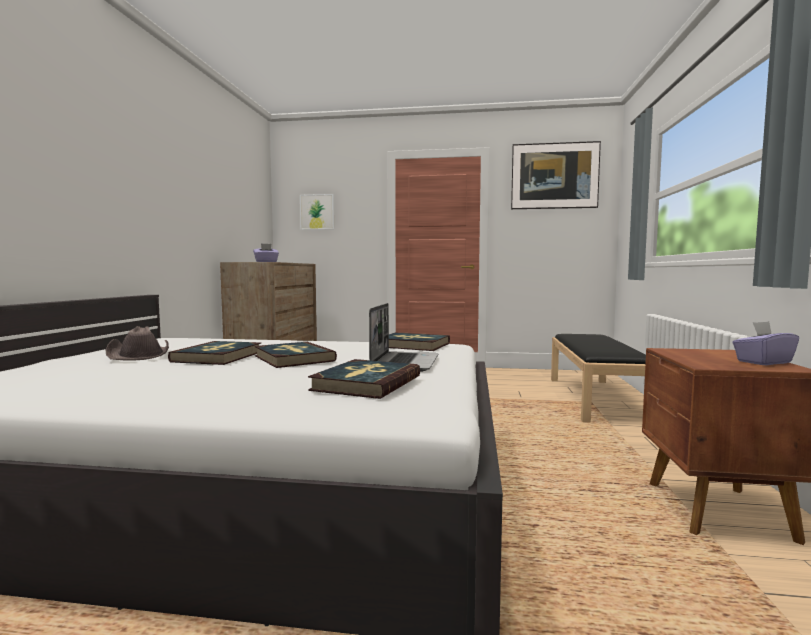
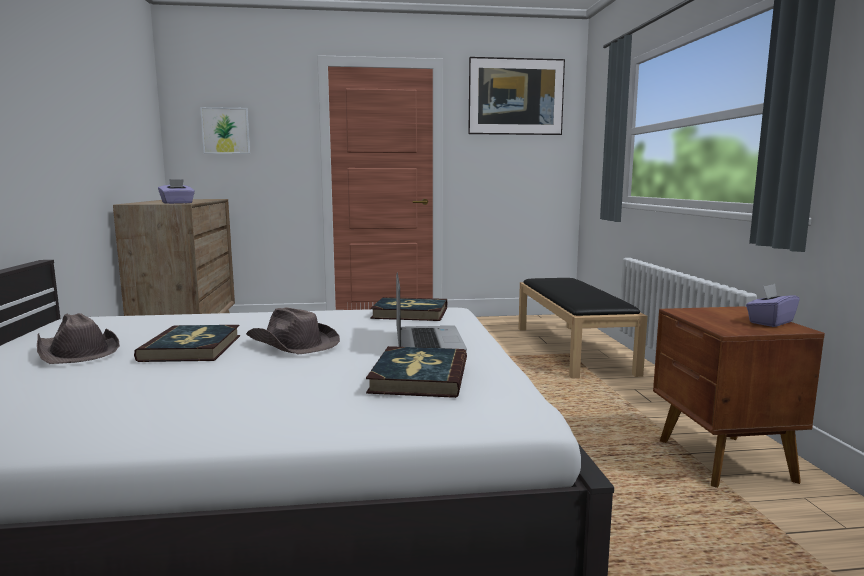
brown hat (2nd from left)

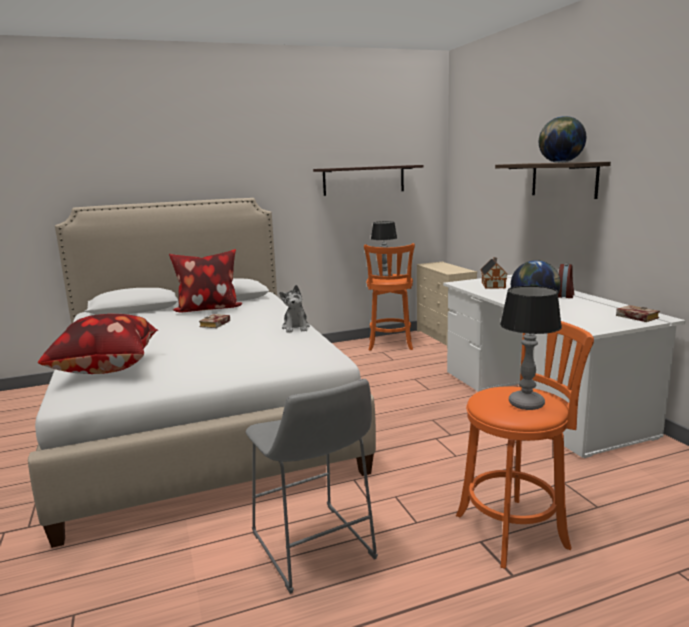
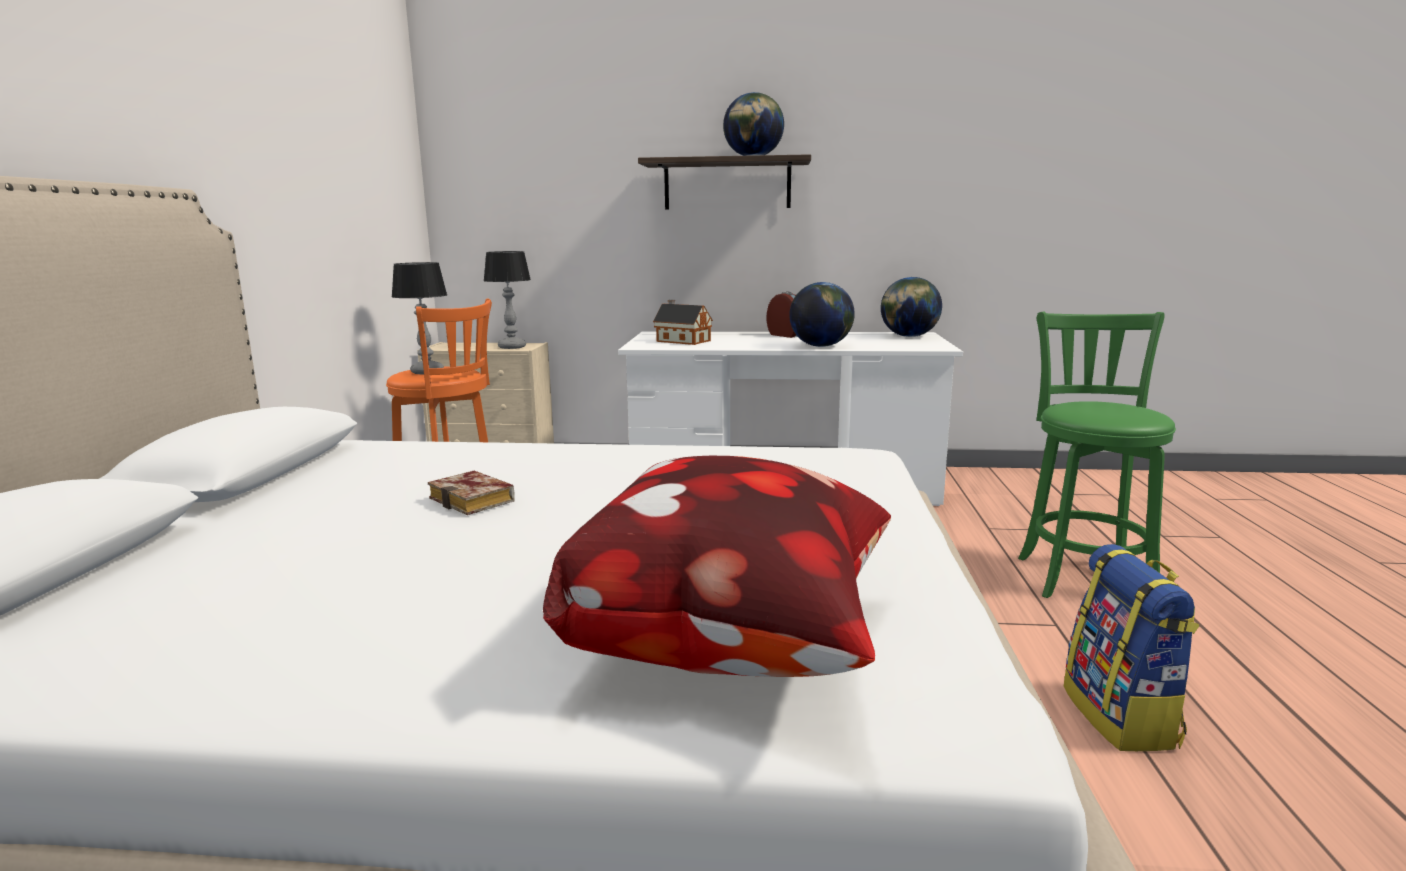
shelf (1st from left in the first image)
cushion (2nd from left in the first image)
cuddly toy
tabletop lamp (2nd from left)
desk globe (3rd from left)
greenish stool seat
knapsack

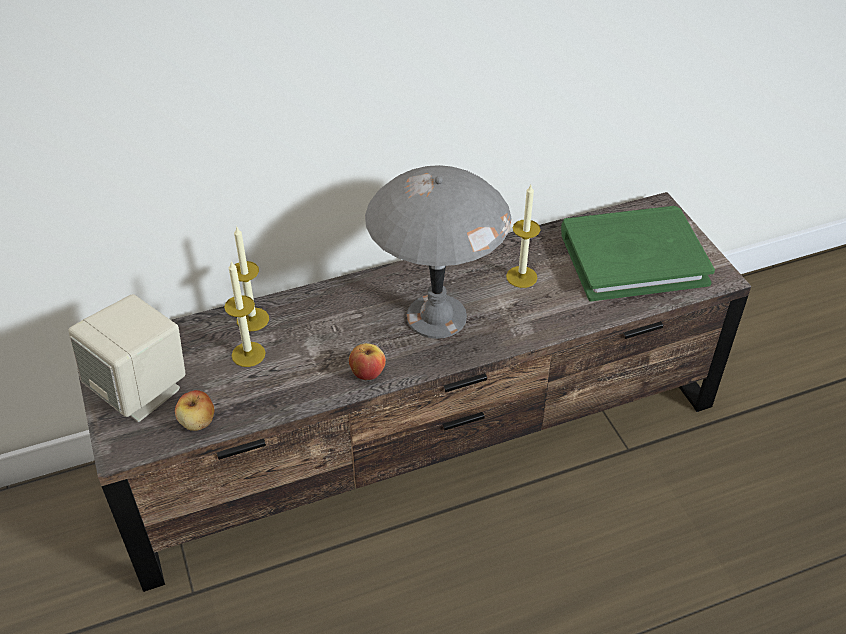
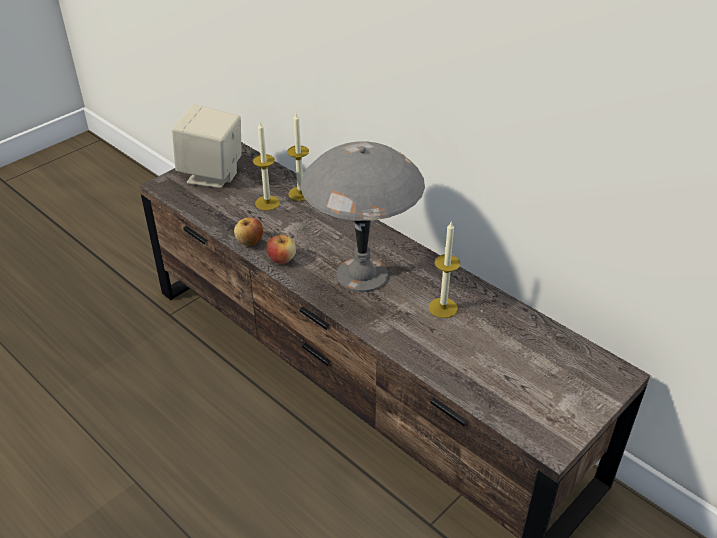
greenish book
apple fruit (1st from left)

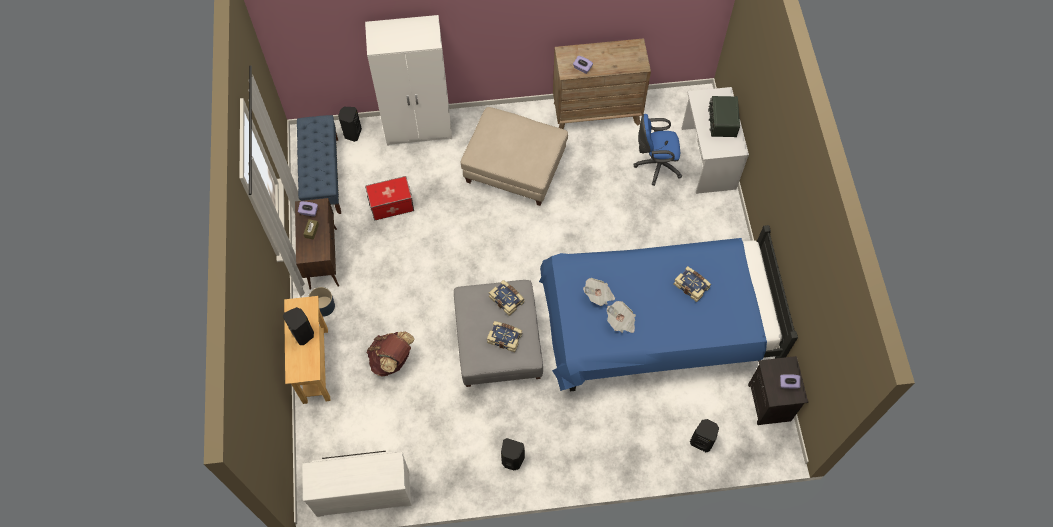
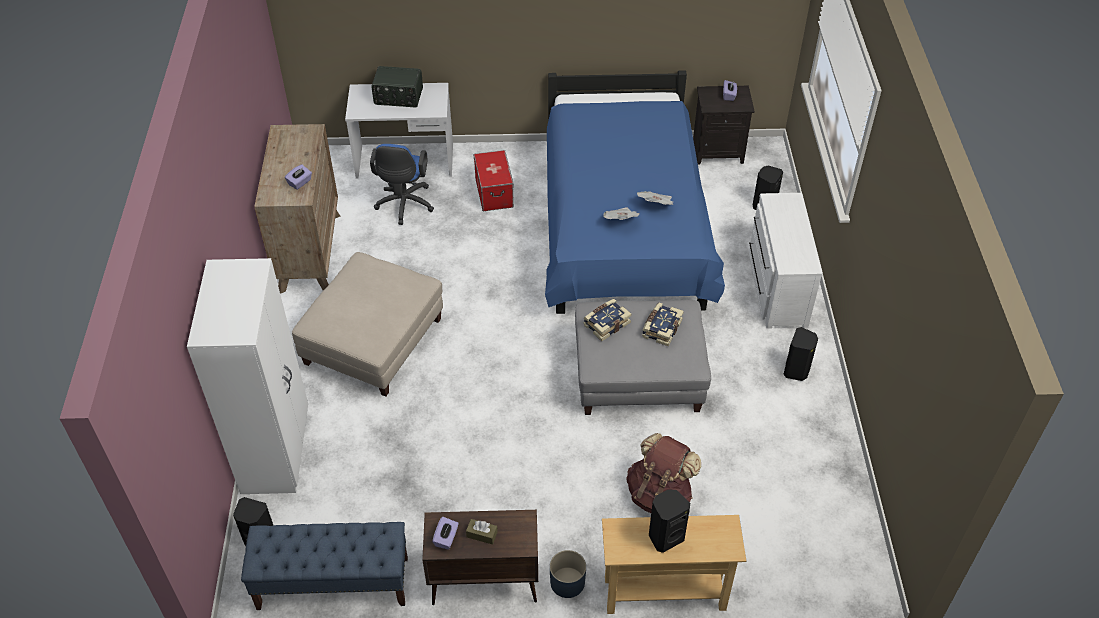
storage box
book (3rd from left in the first image)
white drawer chest

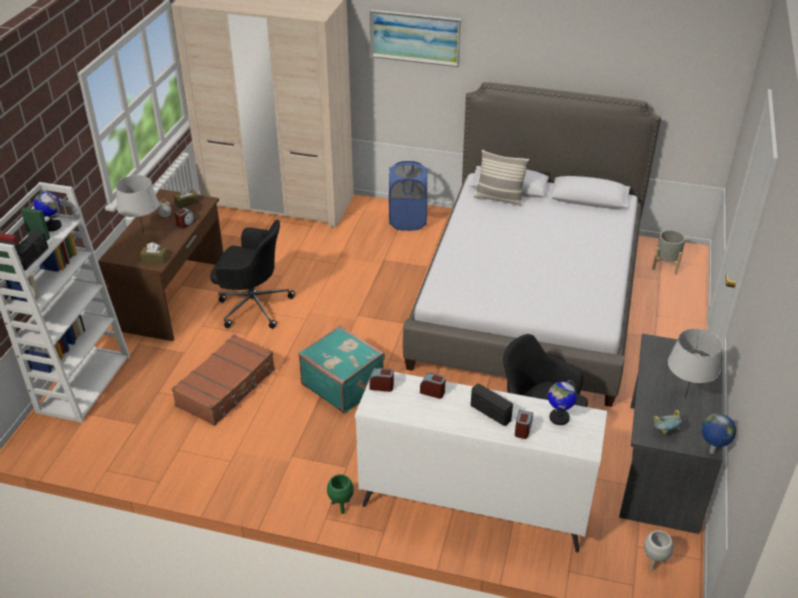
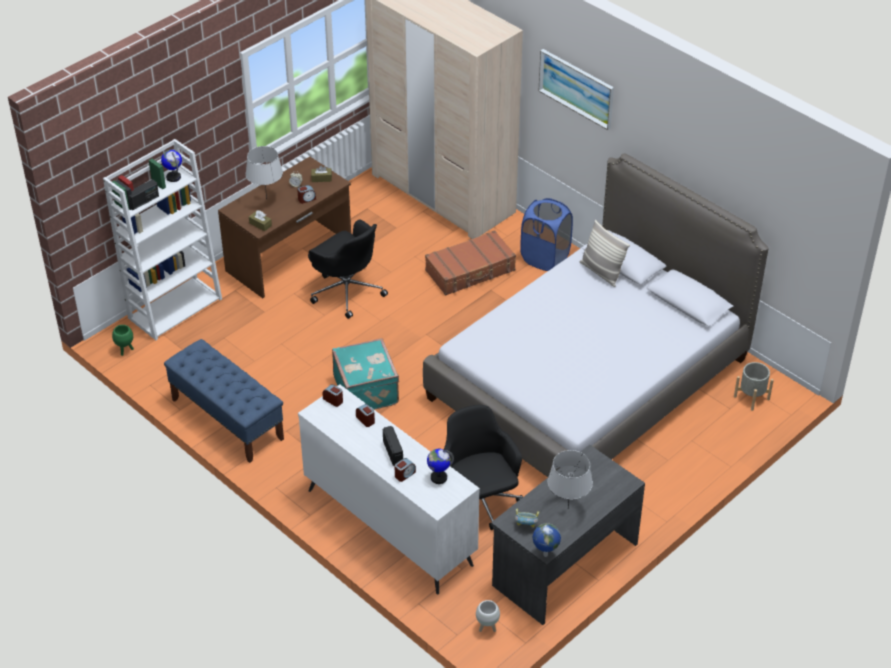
brown travel case
greenish planter
bluish bench

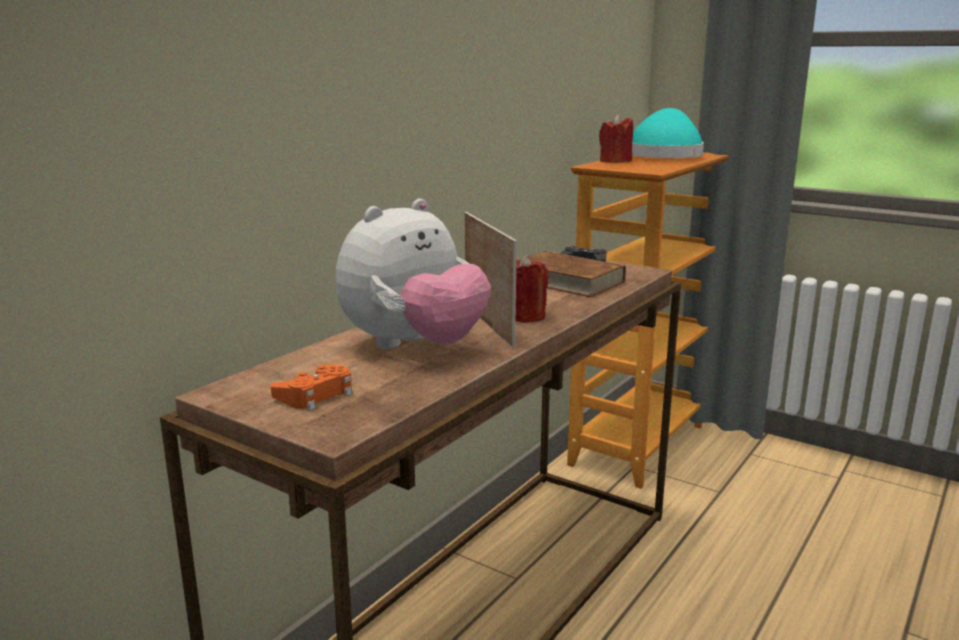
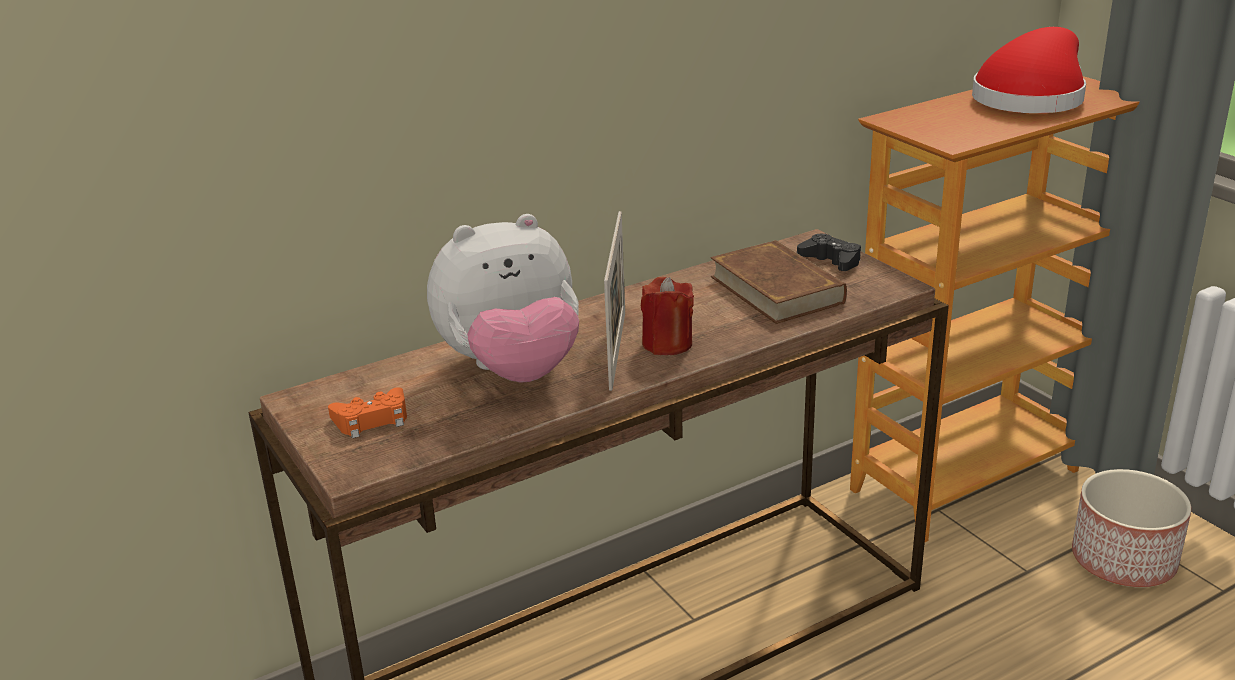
red-coloured hat
red-coloured wax candle (2nd from left in the first image)
planter

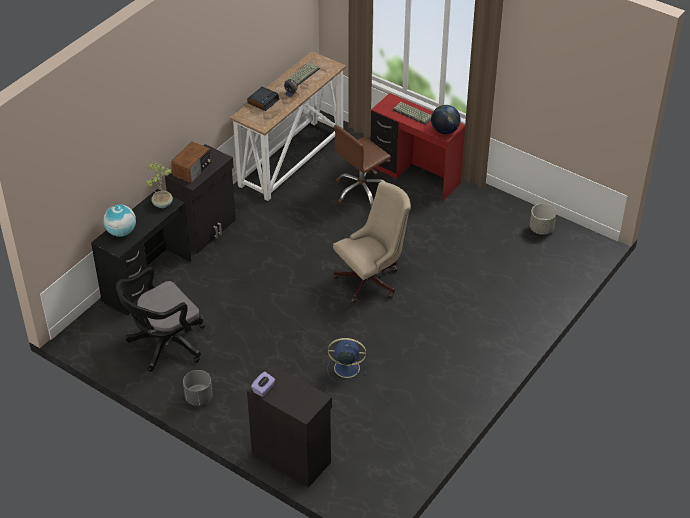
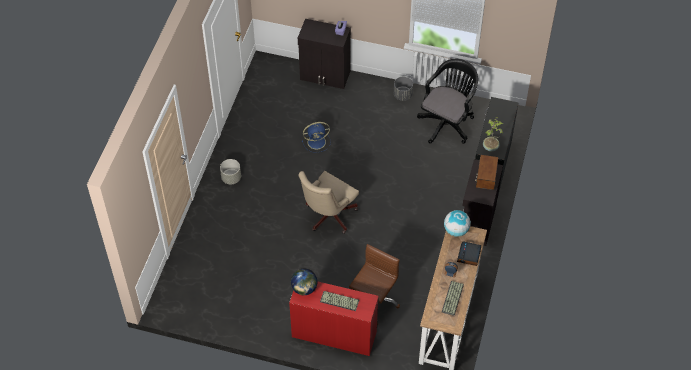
desk globe (2nd from left)
greyish planter (1st from left)

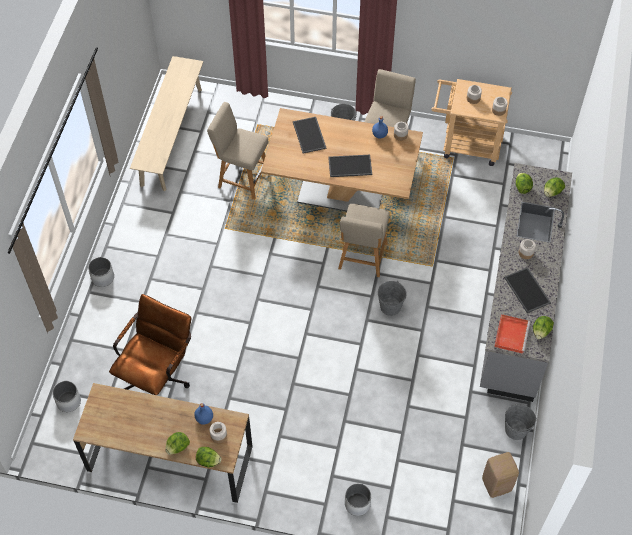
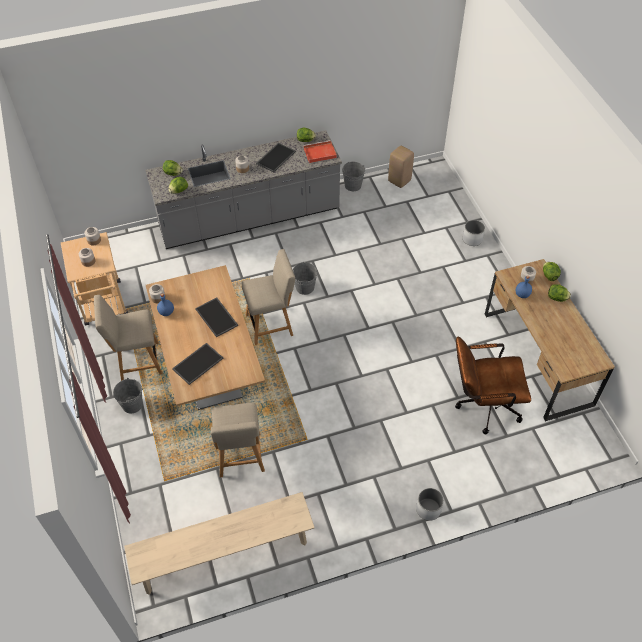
white planter (1st from left in the first image)

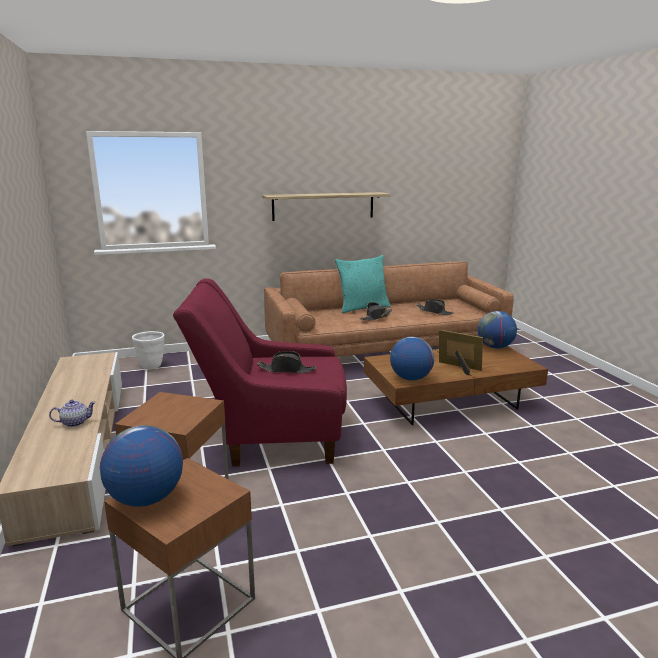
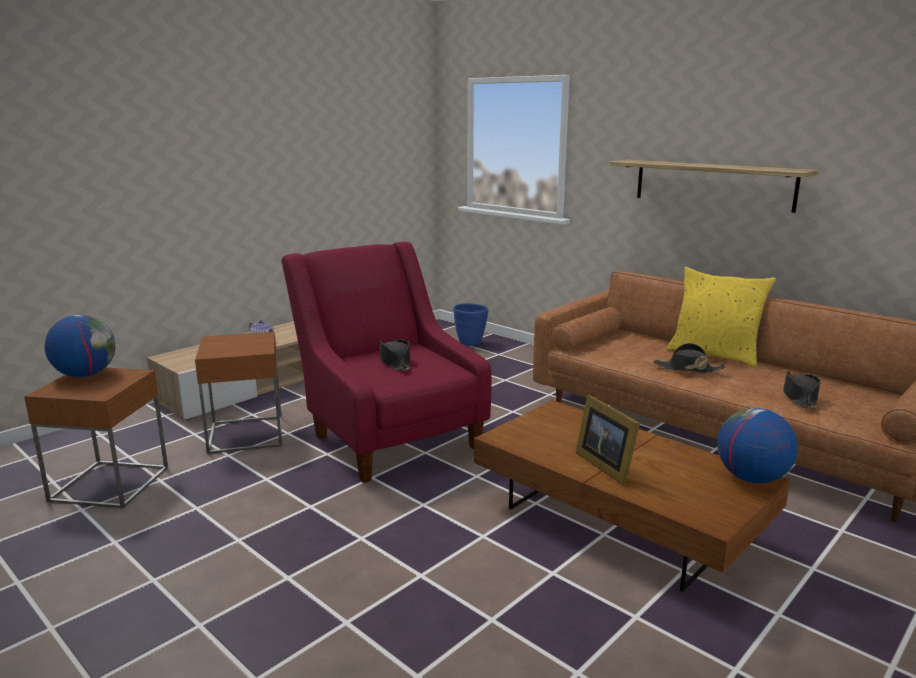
yellow cushion
picture frame
bluish planter
desk globe (2nd from left in the first image)

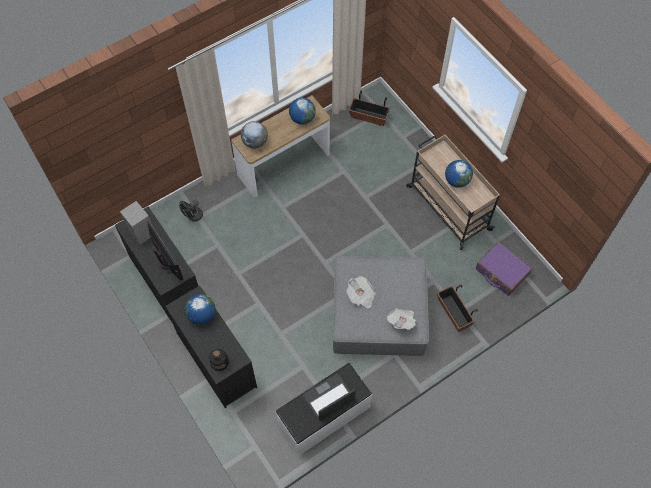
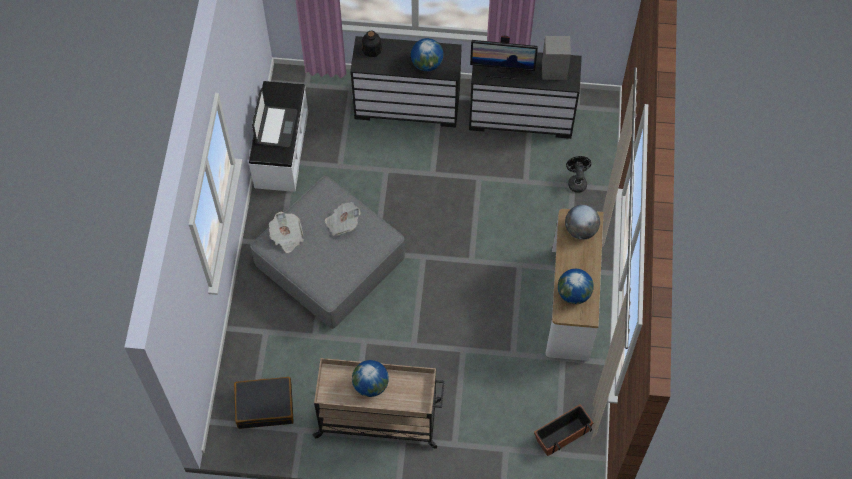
black-coloured travel case
planter (2nd from left in the first image)

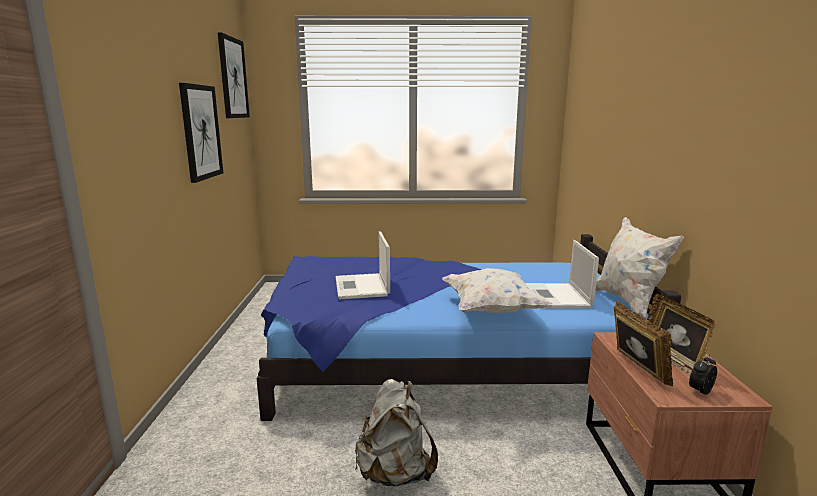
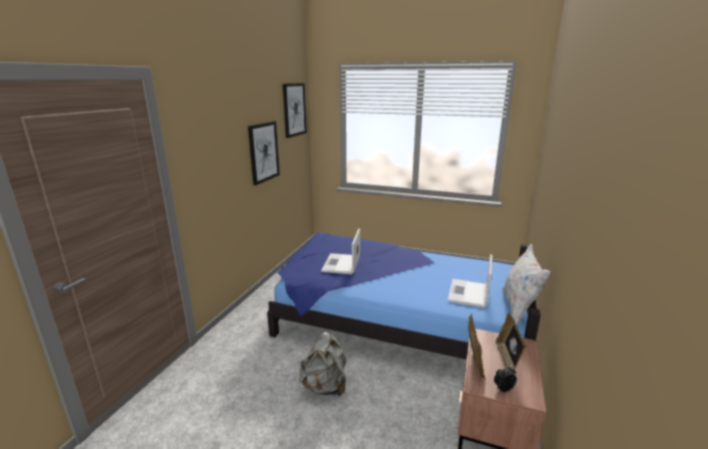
white cushion (1st from left in the first image)

